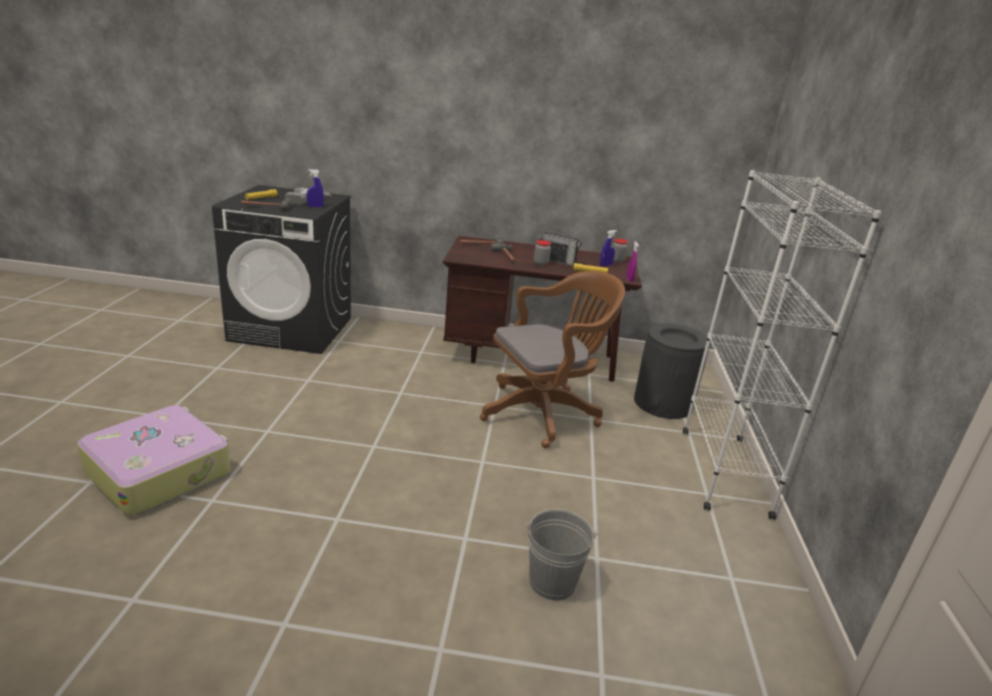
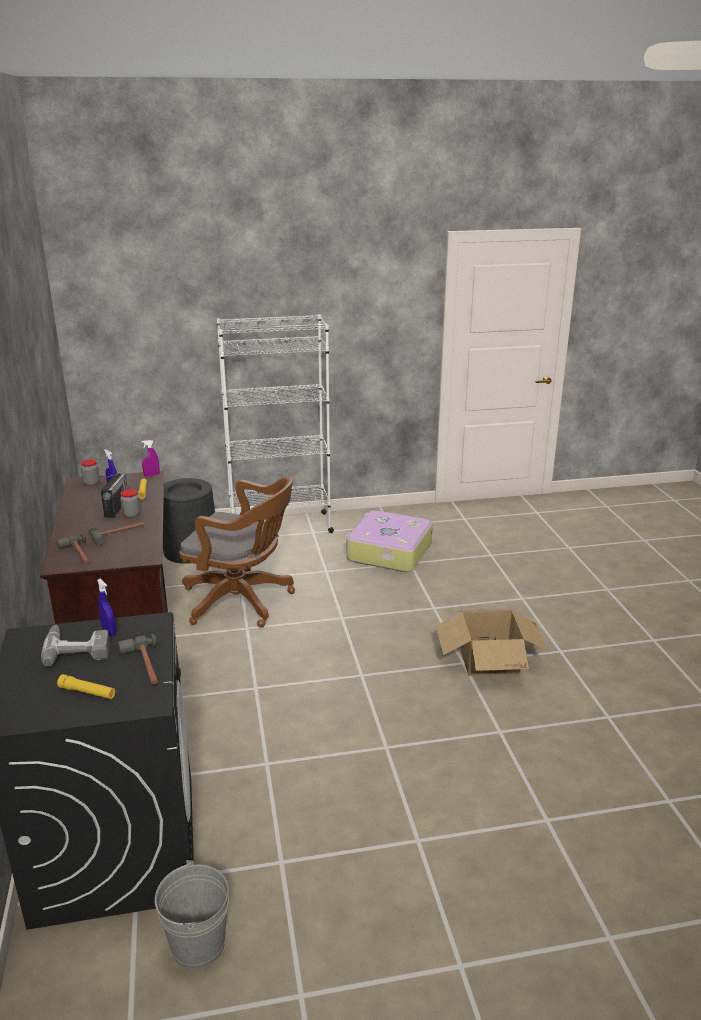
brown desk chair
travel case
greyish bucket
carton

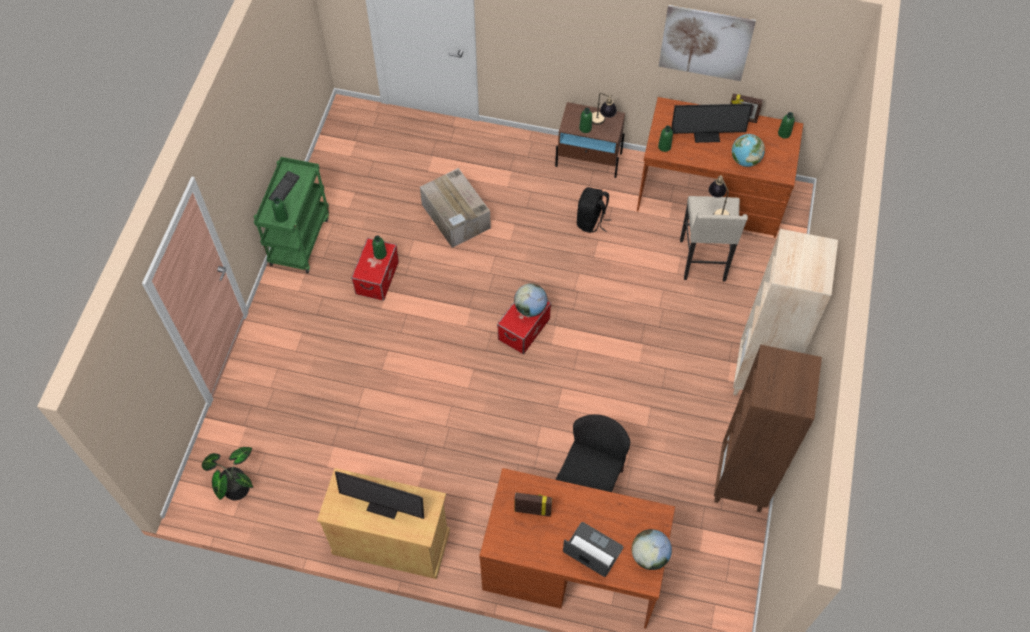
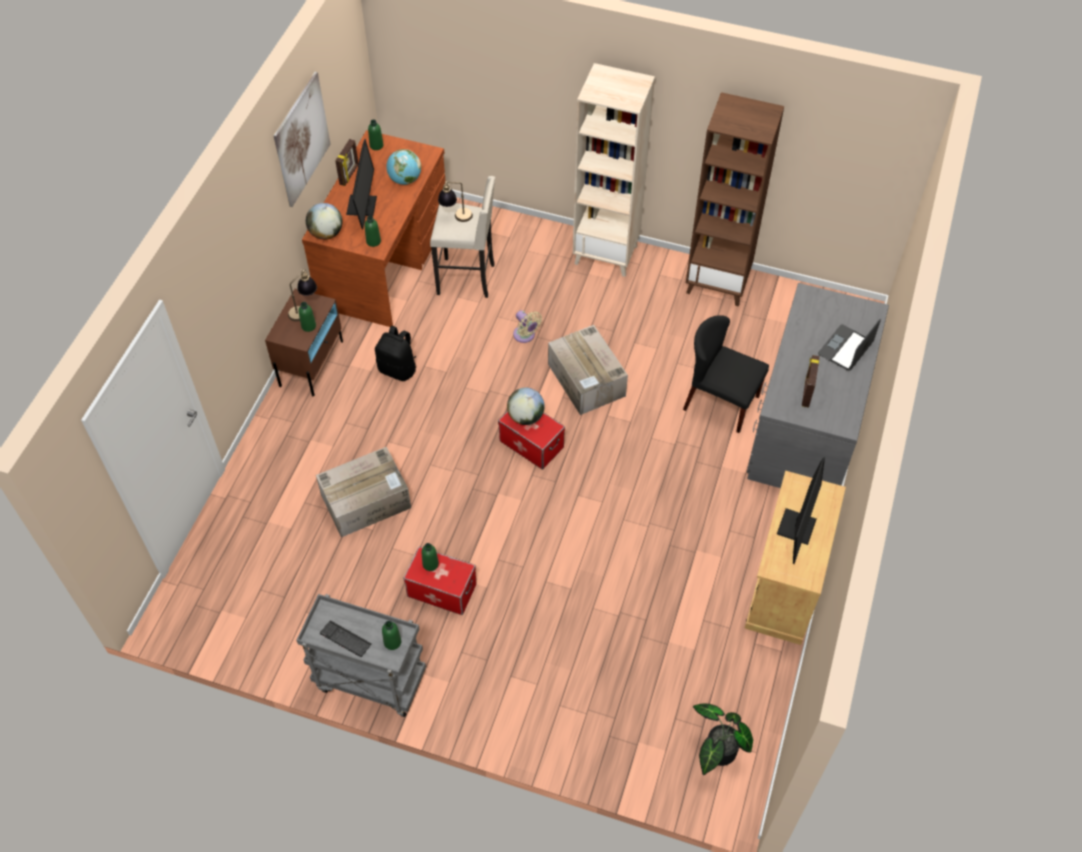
greyish wheeled cart
greyish desk
desk globe (1st from left)
sand-coloured cooling fan
carton (2nd from left)

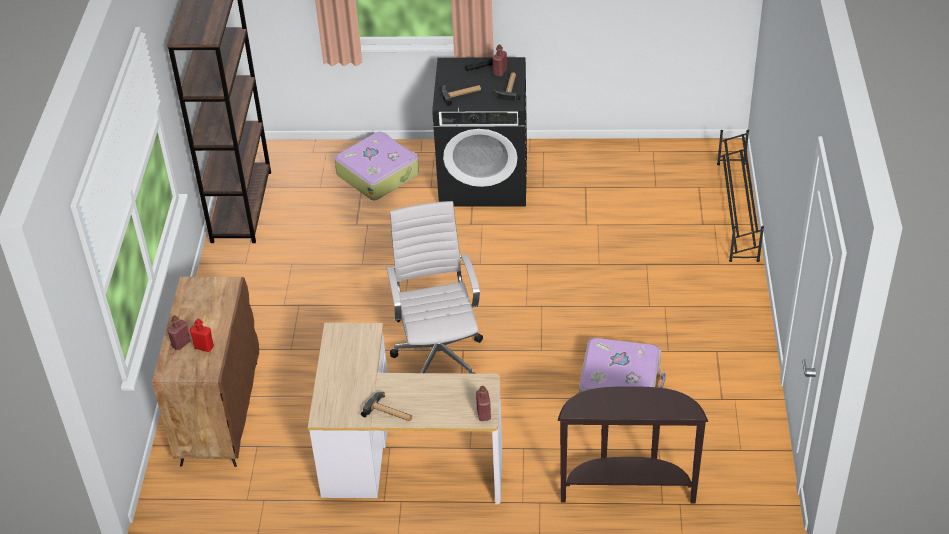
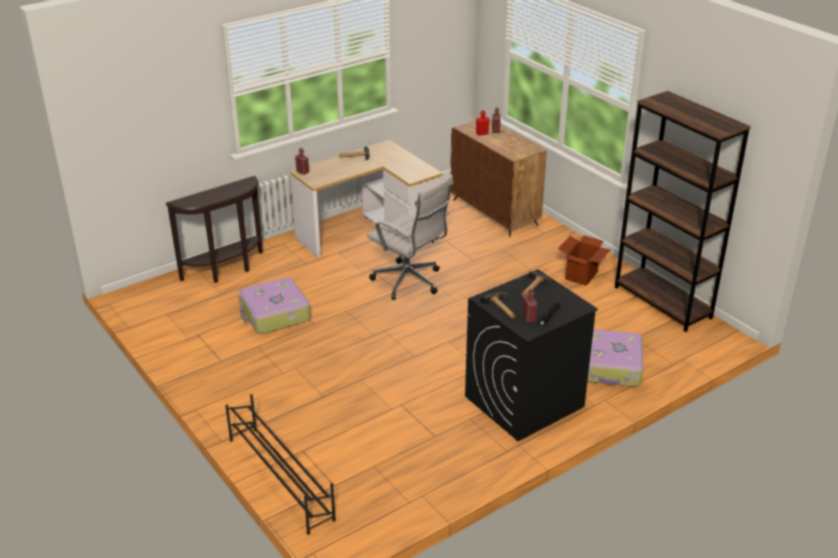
carton

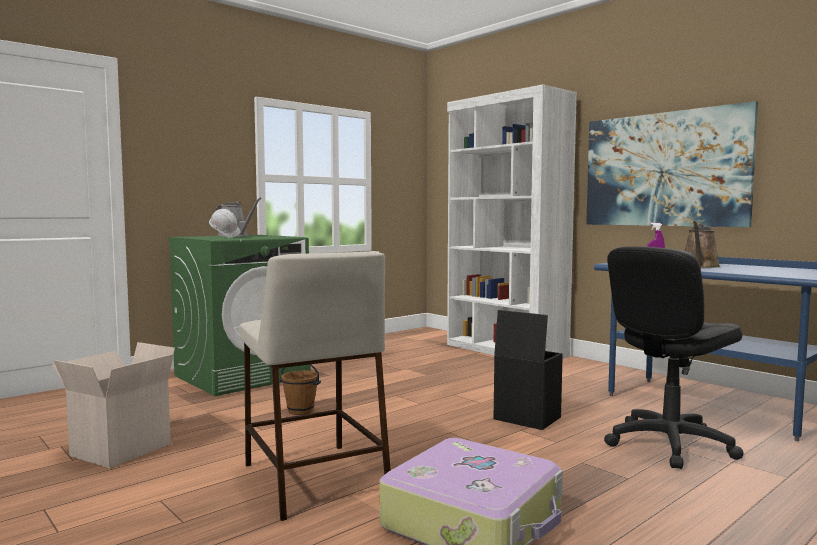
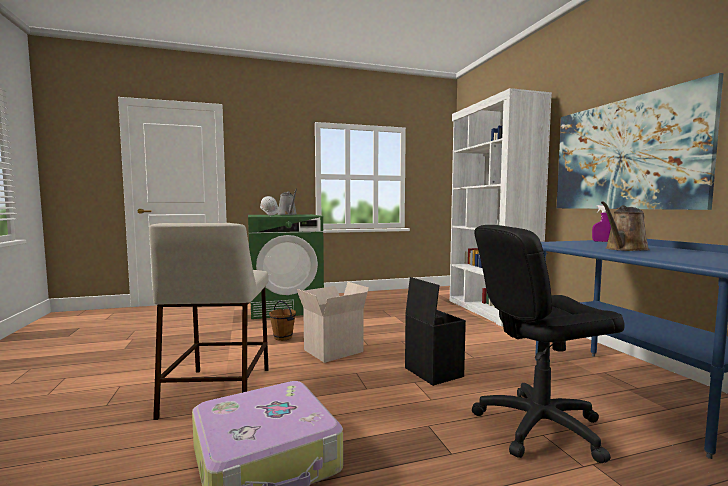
carton

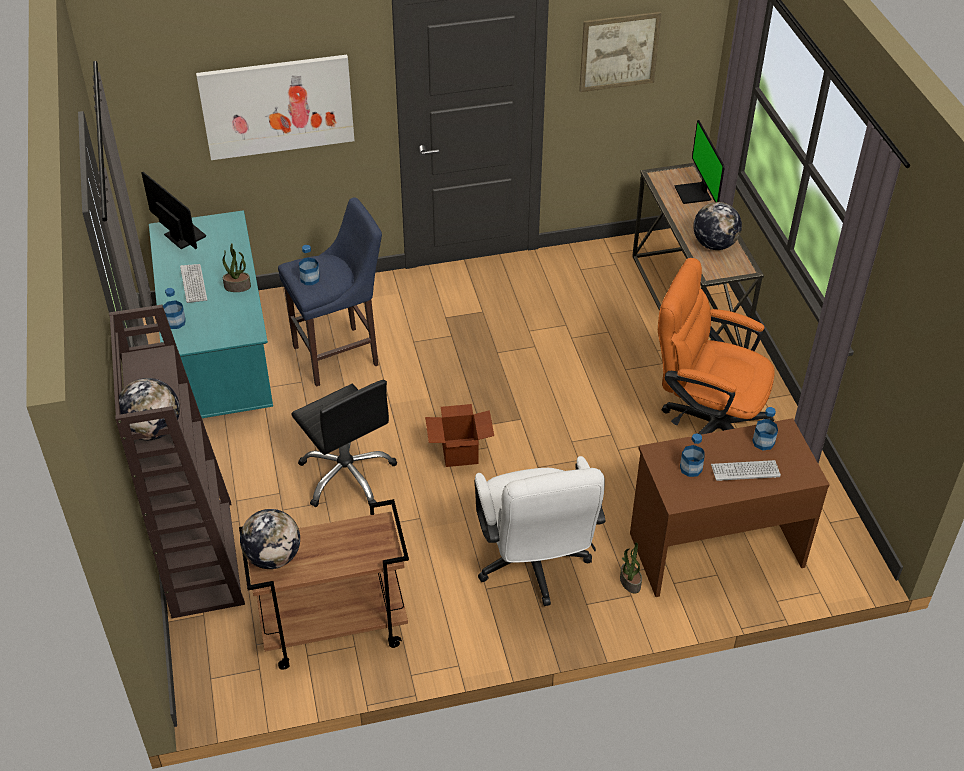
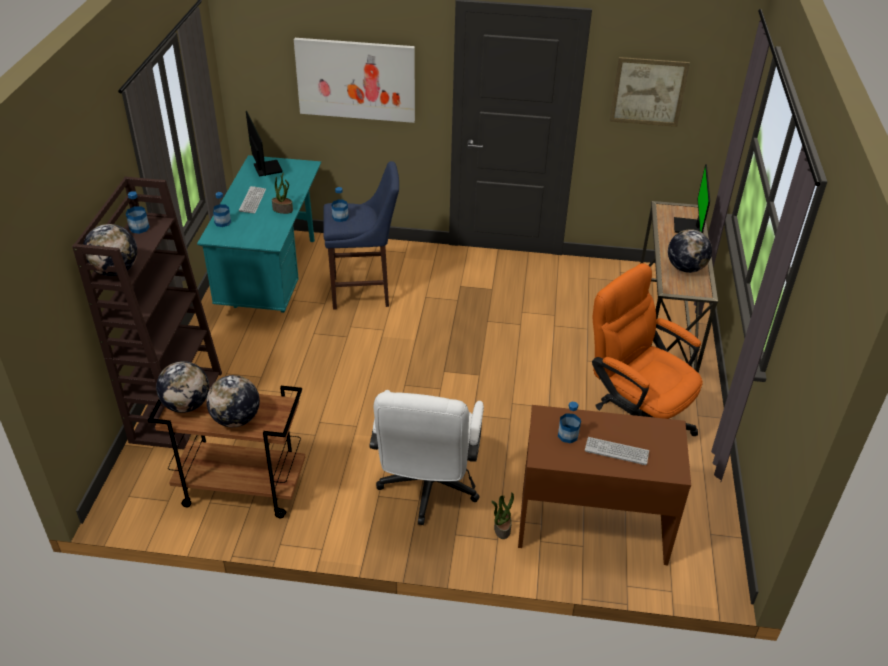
black-coloured desk chair
carton
bottle (1st from left)
desk globe (3rd from left)

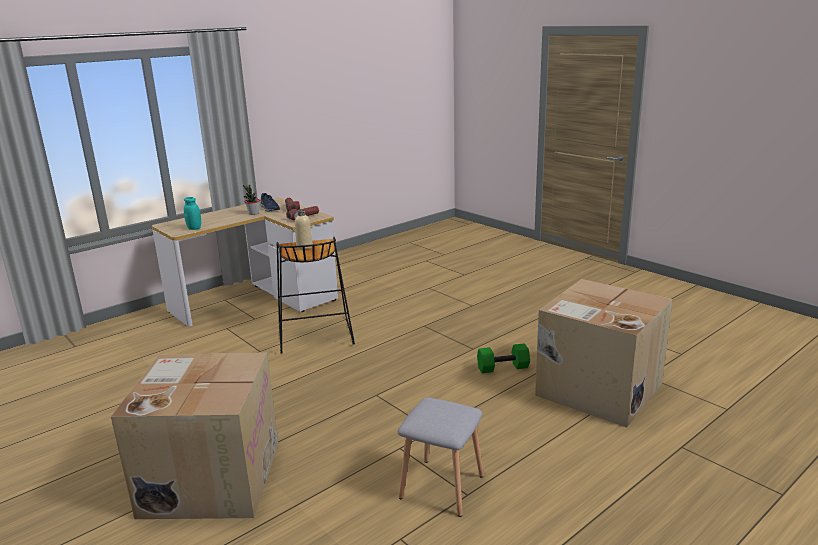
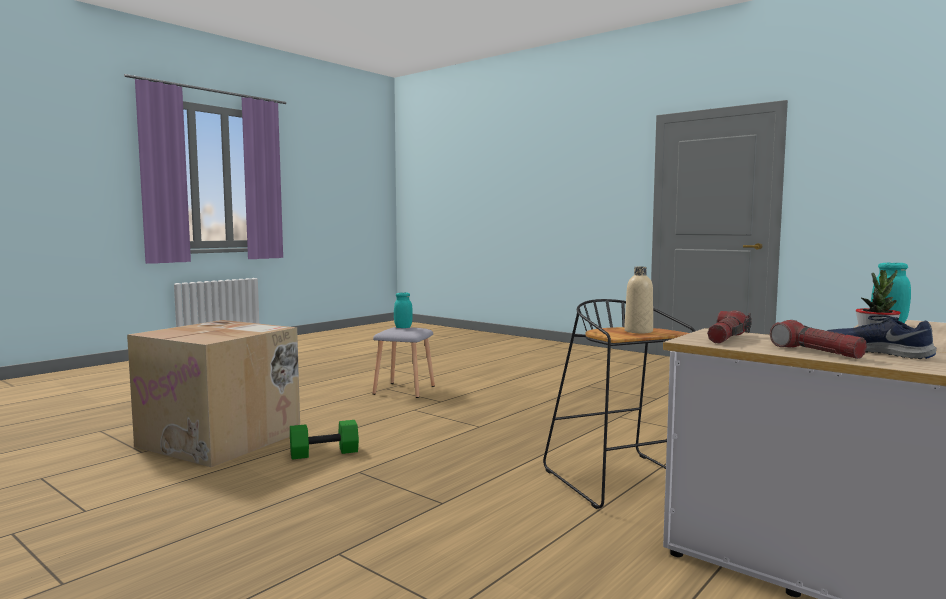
carton (1st from left in the first image)
turquoise jar (1st from left)

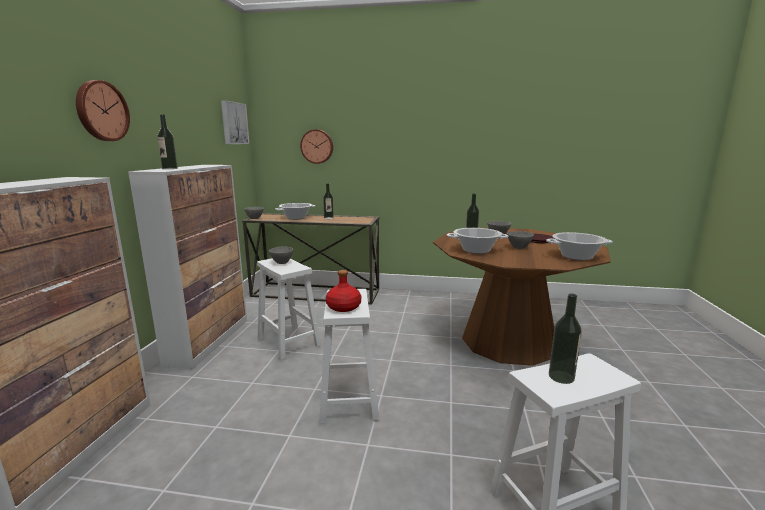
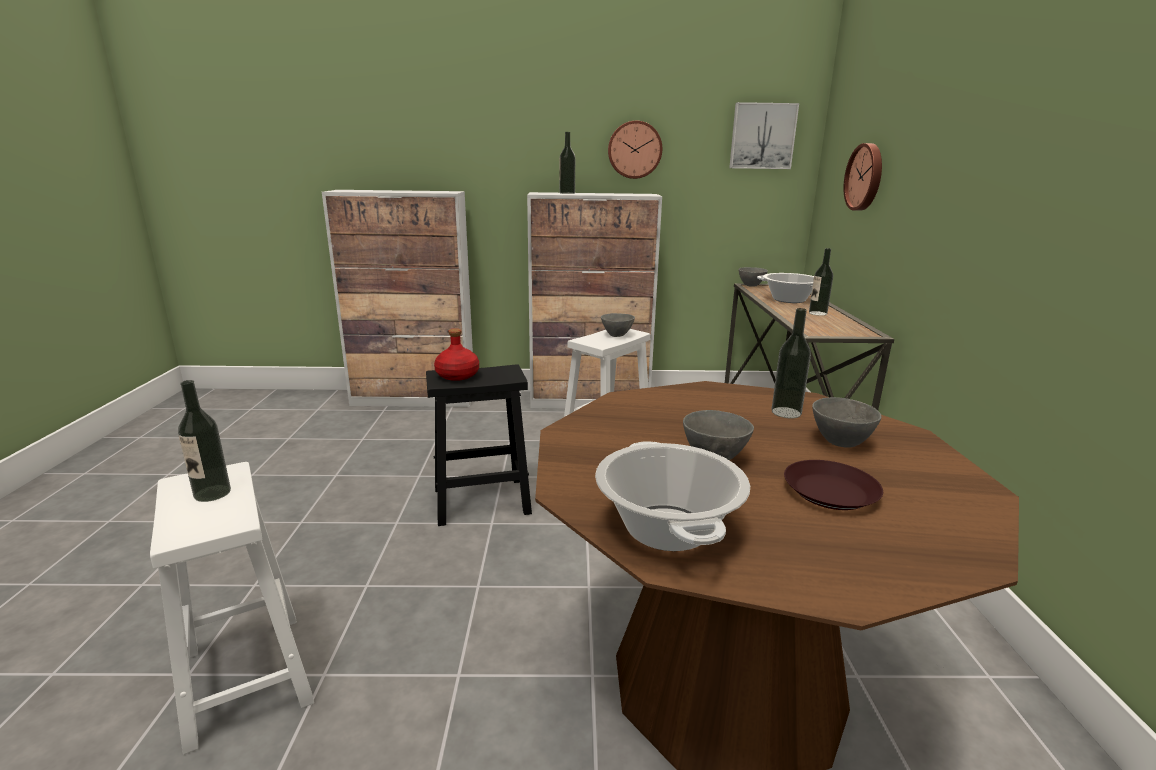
hanging clock (1st from left)
saucepot (2nd from left in the first image)
black-coloured stool seat

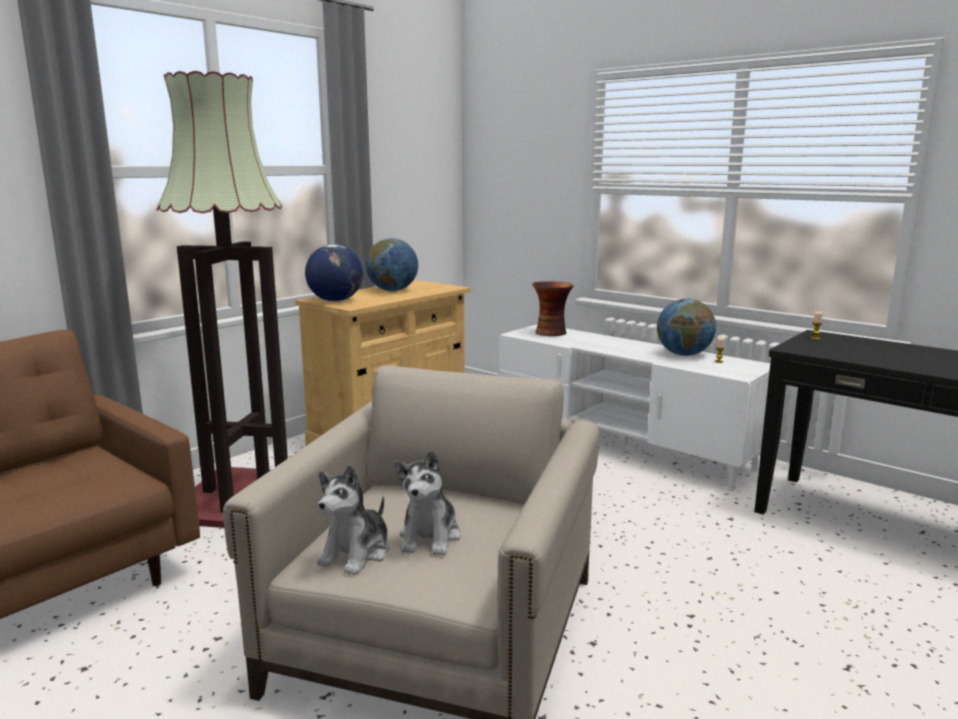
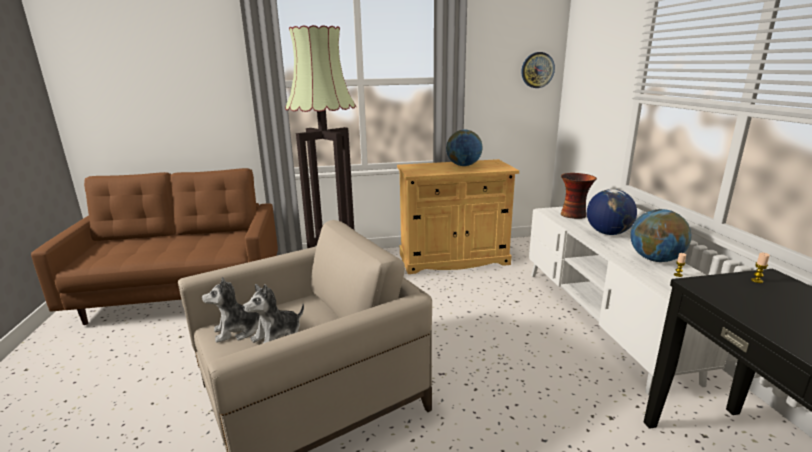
desk globe (2nd from left)
hanging clock

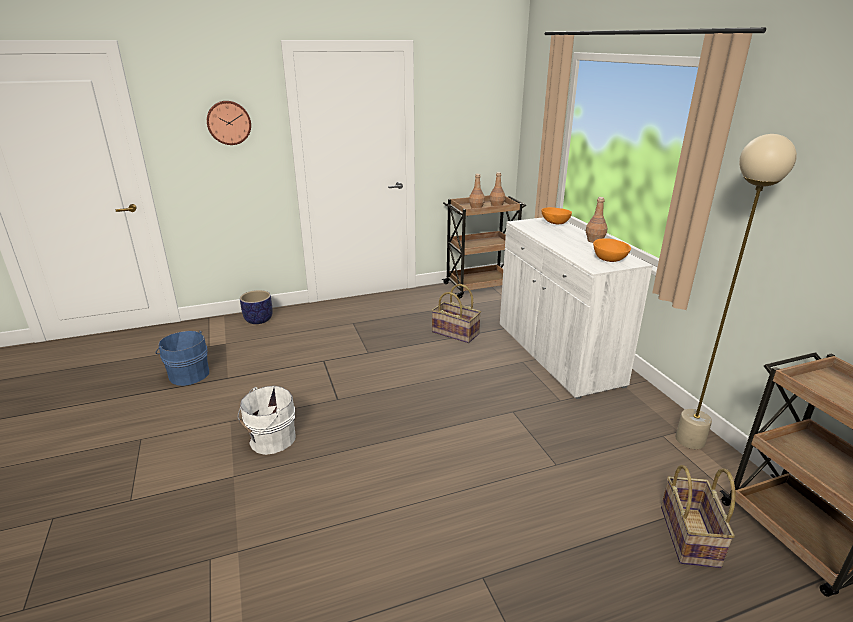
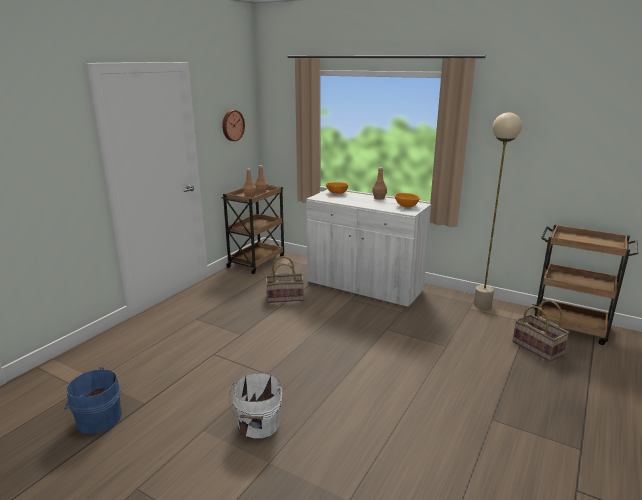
hanging clock
planter

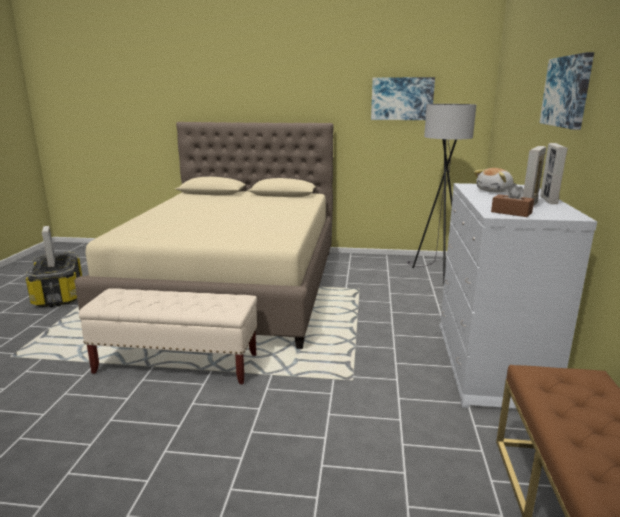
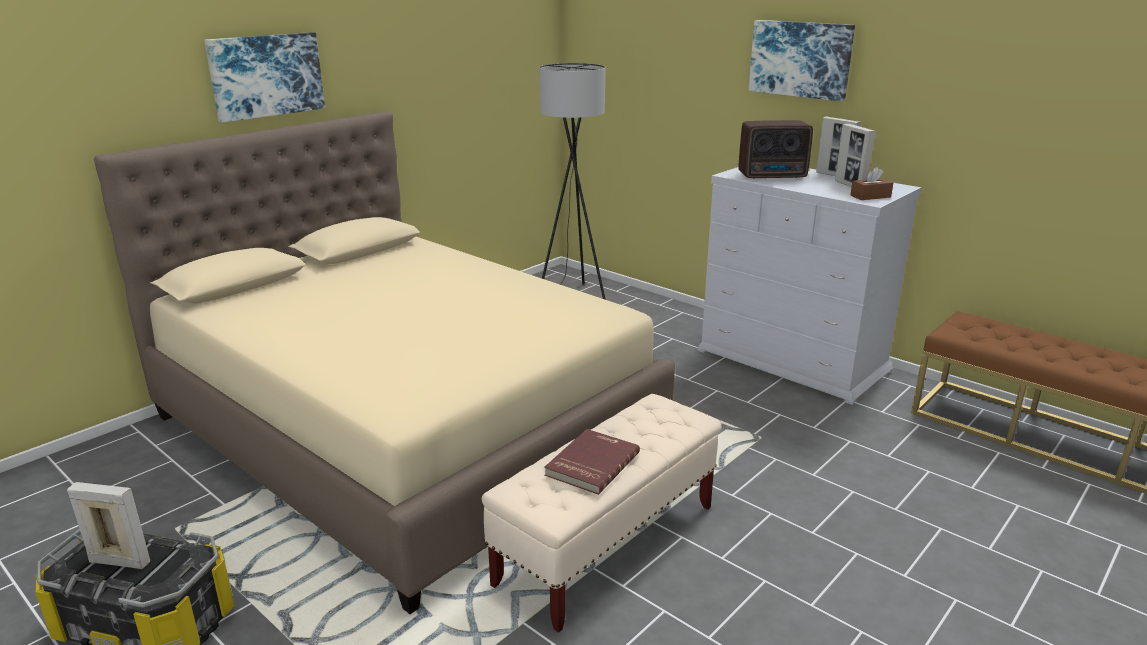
picture (1st from left)
radio set
red-coloured book

